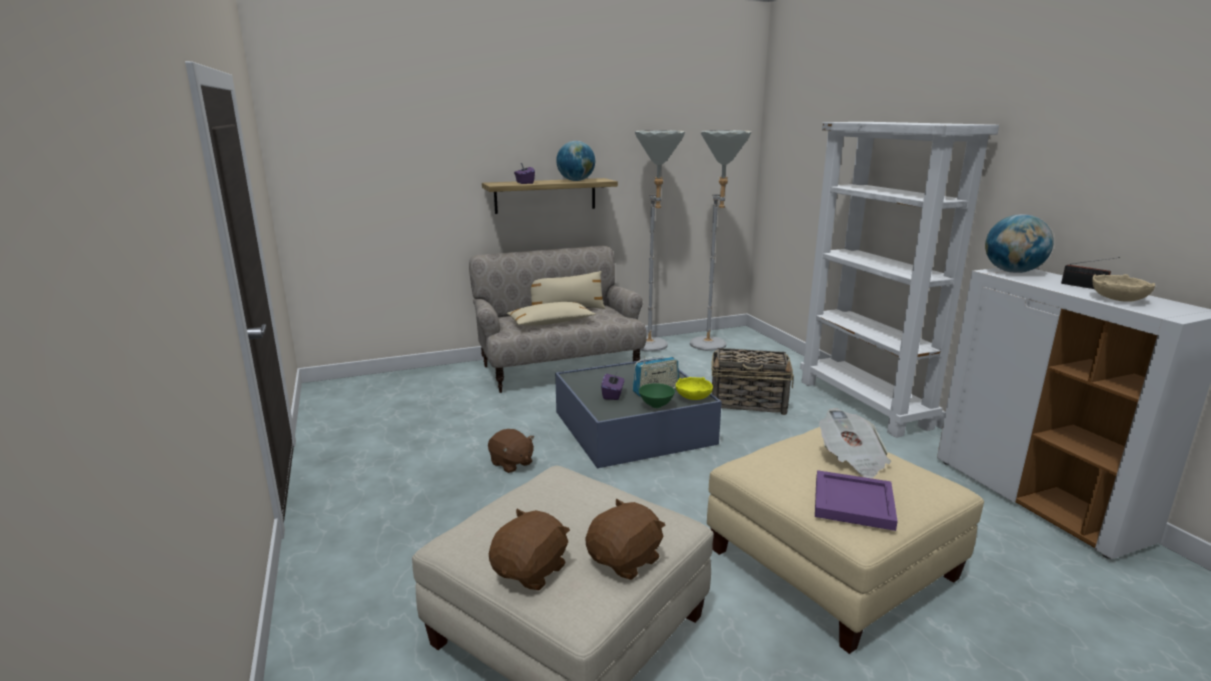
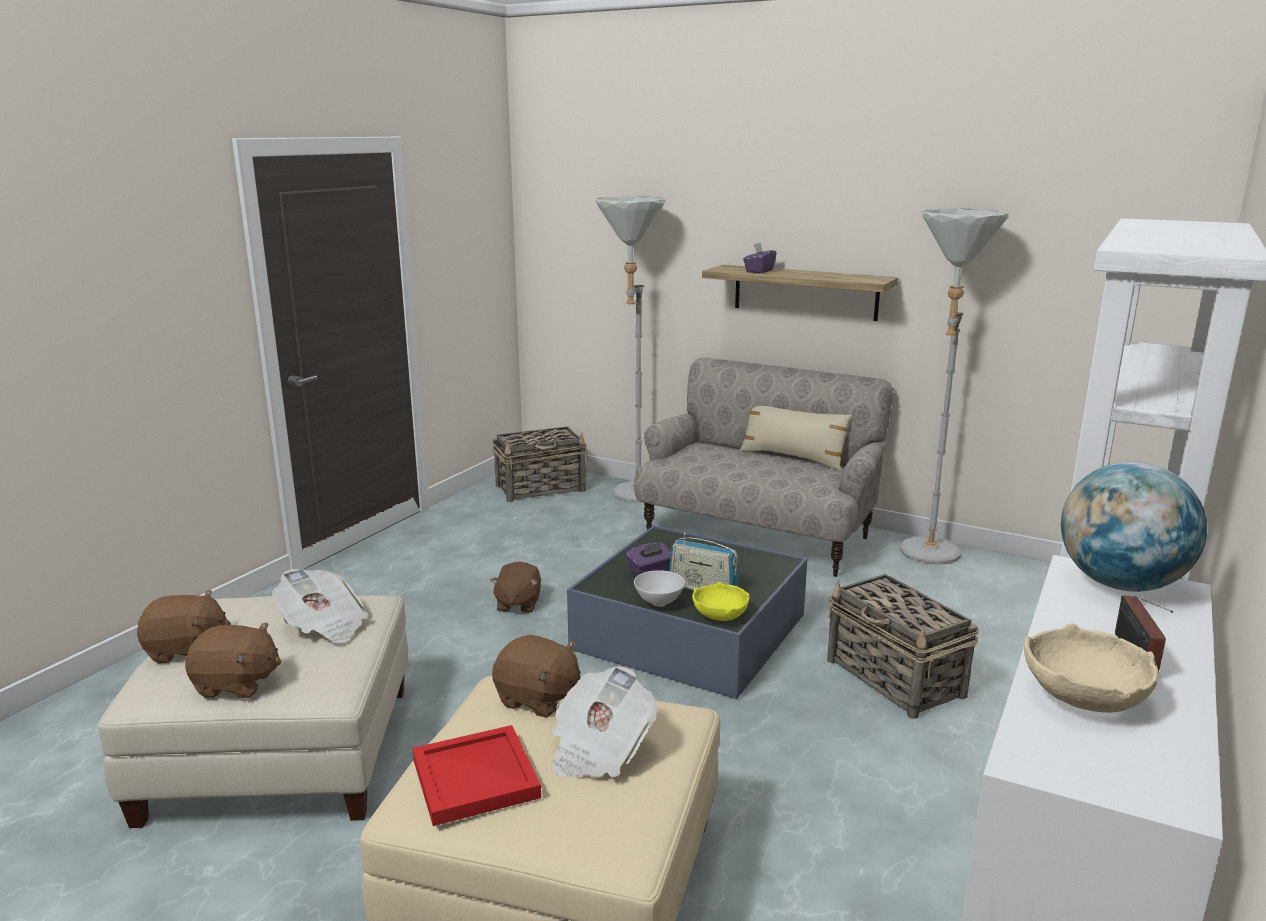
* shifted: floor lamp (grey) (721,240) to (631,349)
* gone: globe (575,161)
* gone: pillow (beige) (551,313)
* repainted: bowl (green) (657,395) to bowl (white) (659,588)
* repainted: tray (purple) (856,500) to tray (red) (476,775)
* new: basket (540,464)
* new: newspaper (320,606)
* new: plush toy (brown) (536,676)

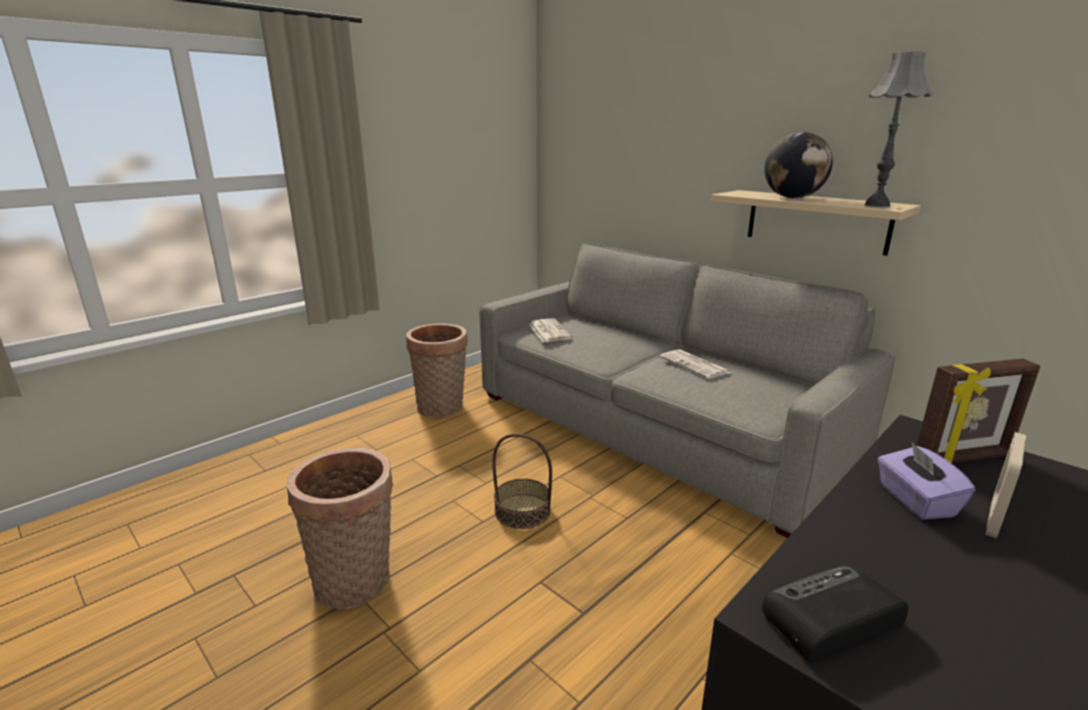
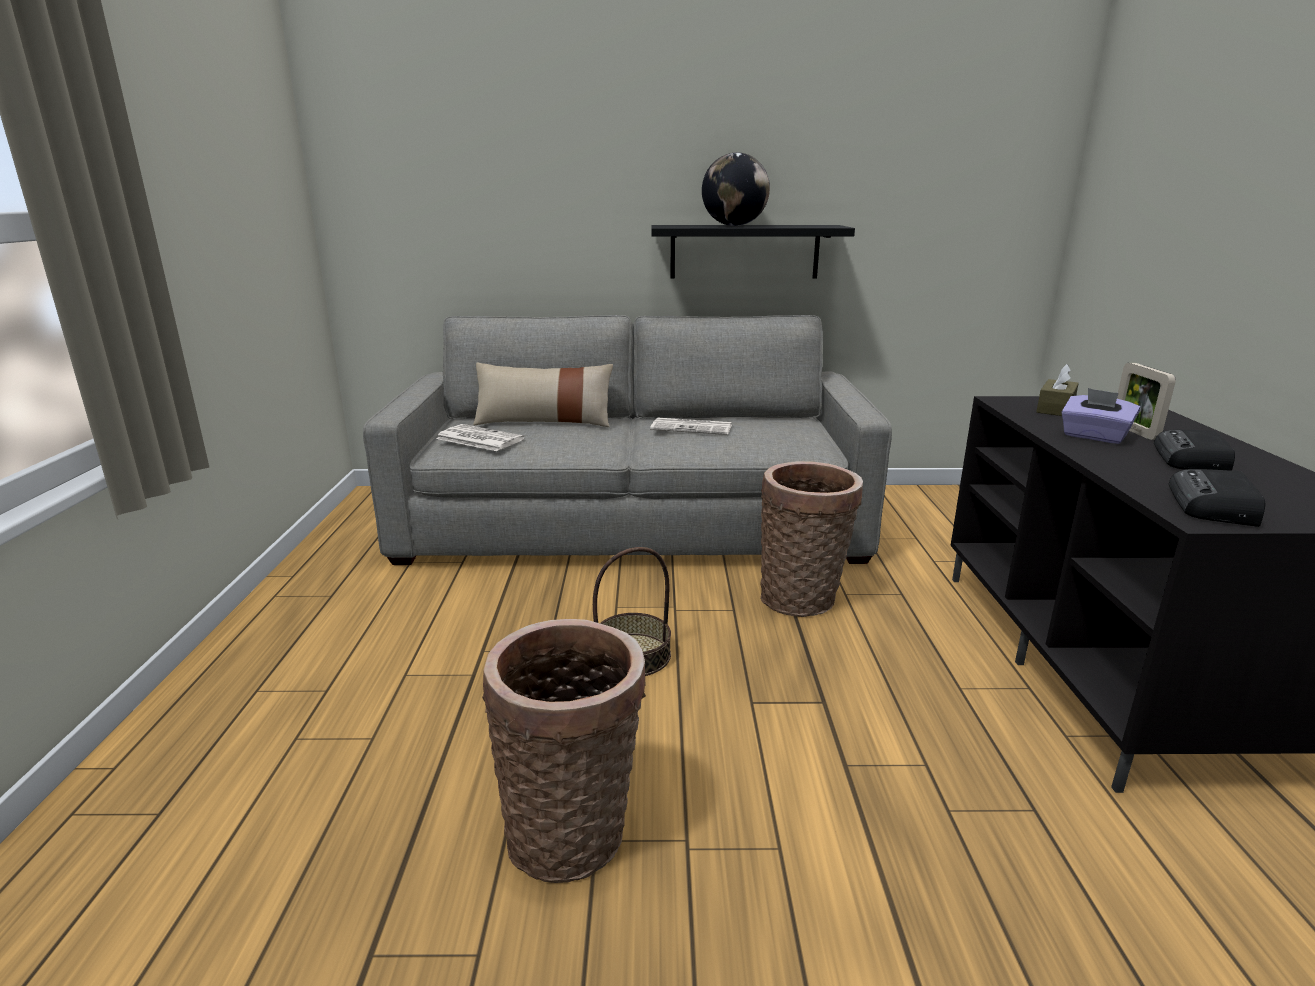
* gone: table lamp (grey) (899,129)
* repainted: shelf (beige) (816,223) to shelf (black) (753,251)
* shifted: basket (437,370) to (811,539)
* swapped: picture frame (978,411) to tissue box (brown) (1057,390)
* new: pillow (beige) (543,395)
* new: radio (1194,450)

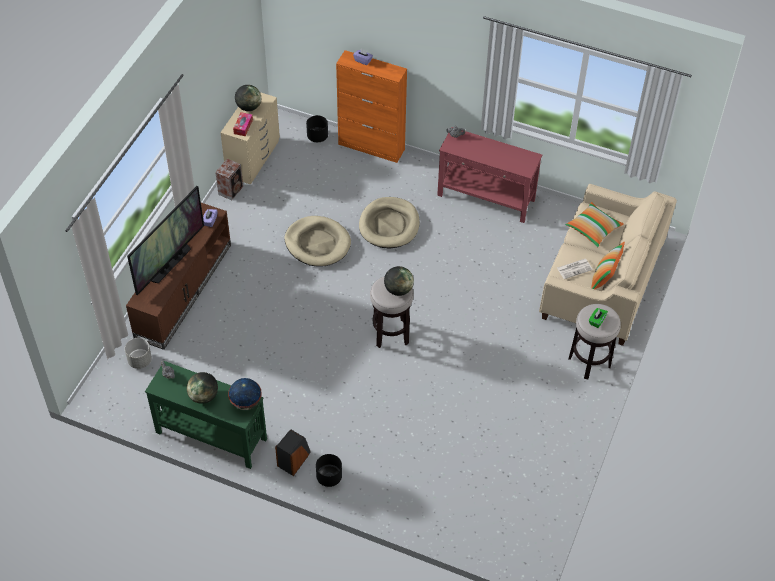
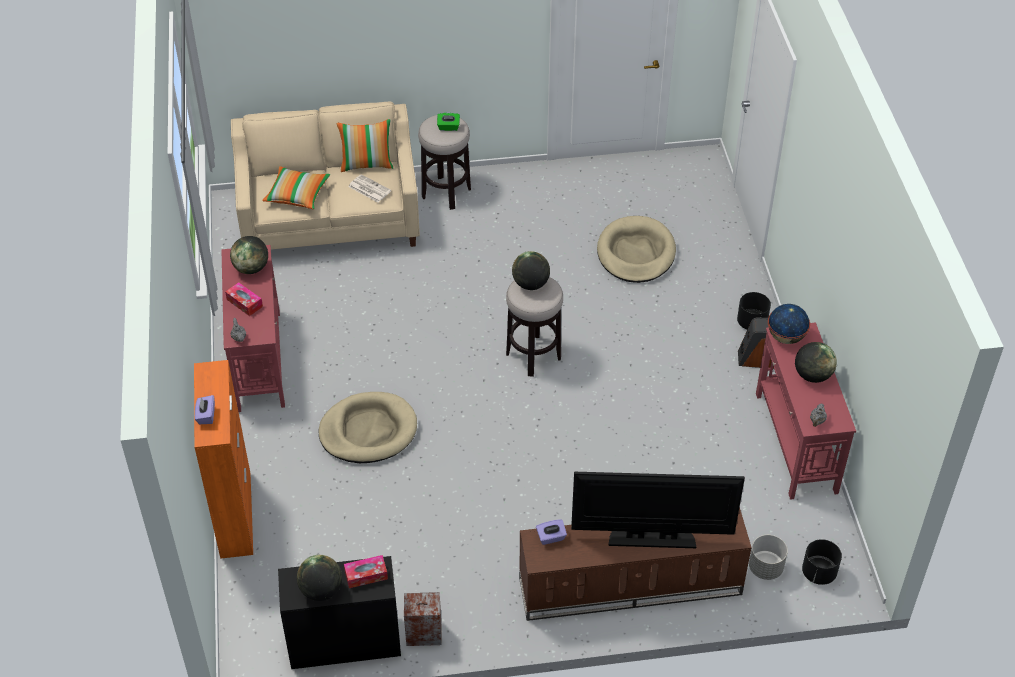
* repainted: dresser (beige) (250,138) to dresser (black) (339,612)
* shifted: planter (black) (317,129) to (822,562)
* shifted: dog bed (beige) (317,241) to (636,249)
* repainted: console table (green) (206,415) to console table (red) (806,411)
* new: globe (249,255)
* new: tissue box (244,299)

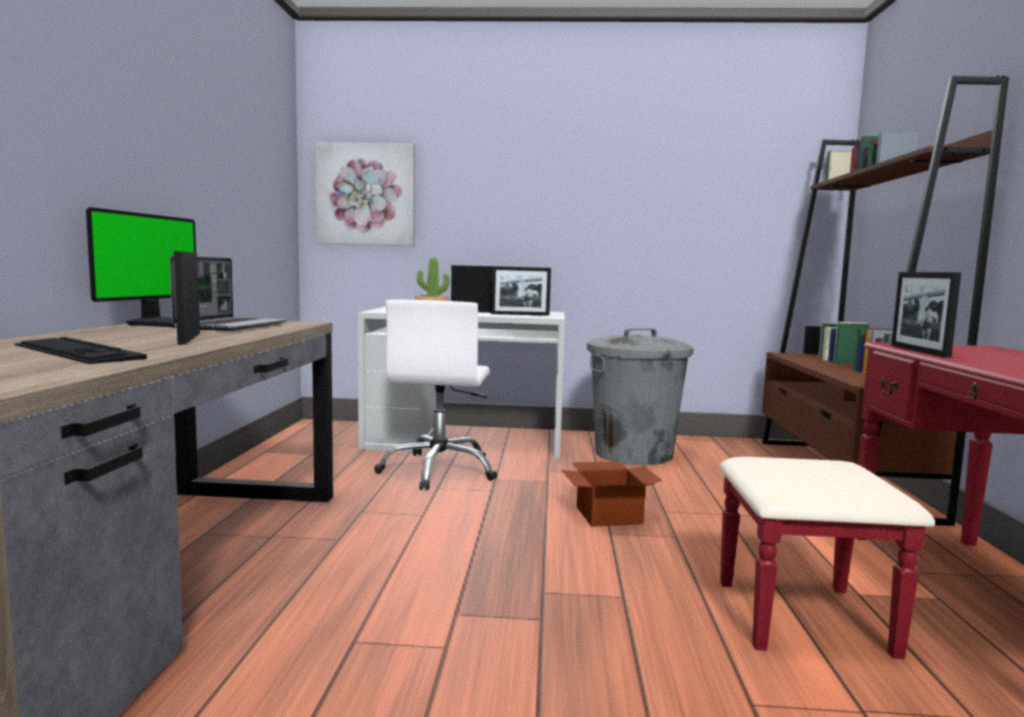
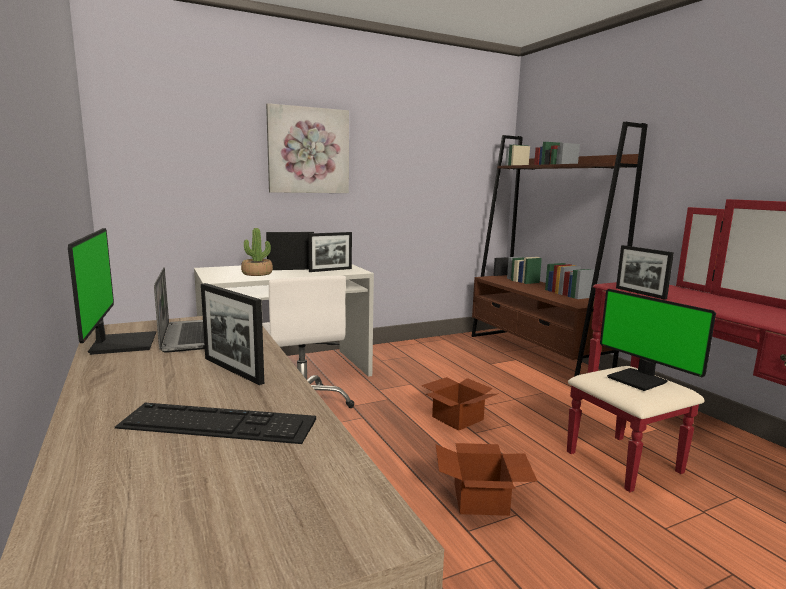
* shifted: picture (365,194) to (307,148)
* gone: trash can (grey) (640,396)
* new: monitor (658,340)
* new: cardboard box (486,479)

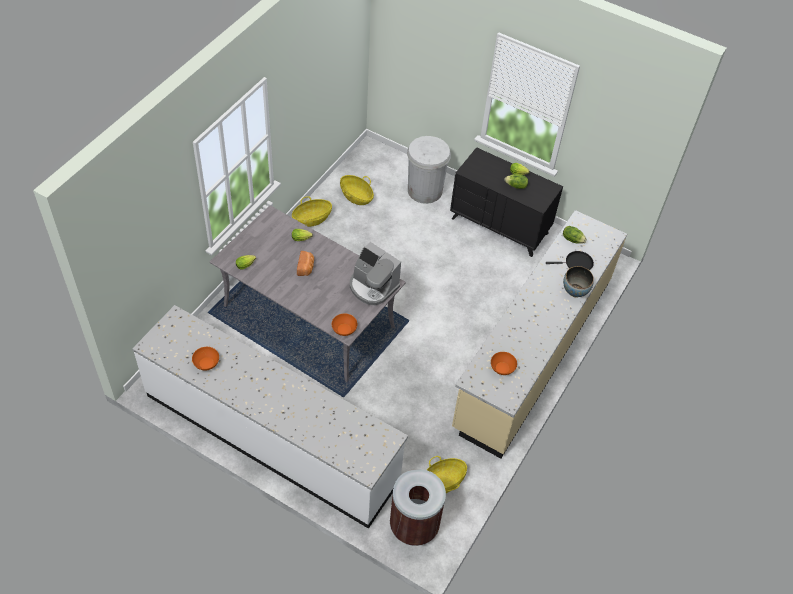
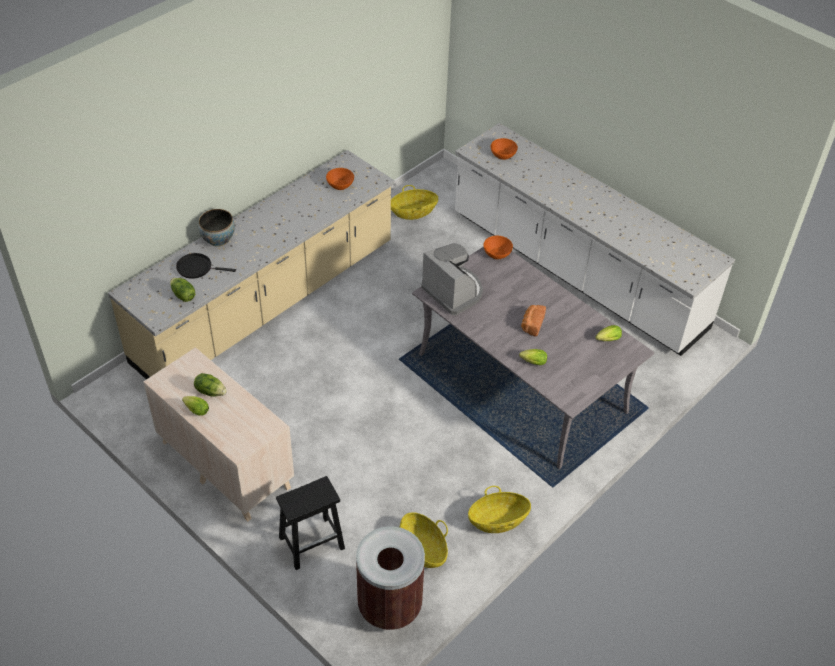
* swapped: trash can (white) (429,170) to stool (black) (310,523)
* repainted: dresser (black) (506,202) to dresser (beige) (218,434)
* shifted: bowl (orange) (205,358) to (504,149)
* shifted: trash can (brown) (418,507) to (390,578)

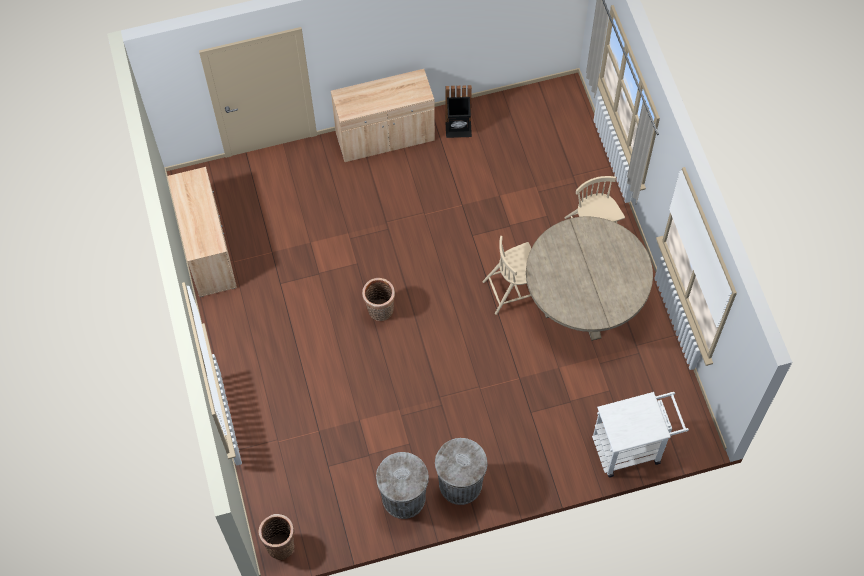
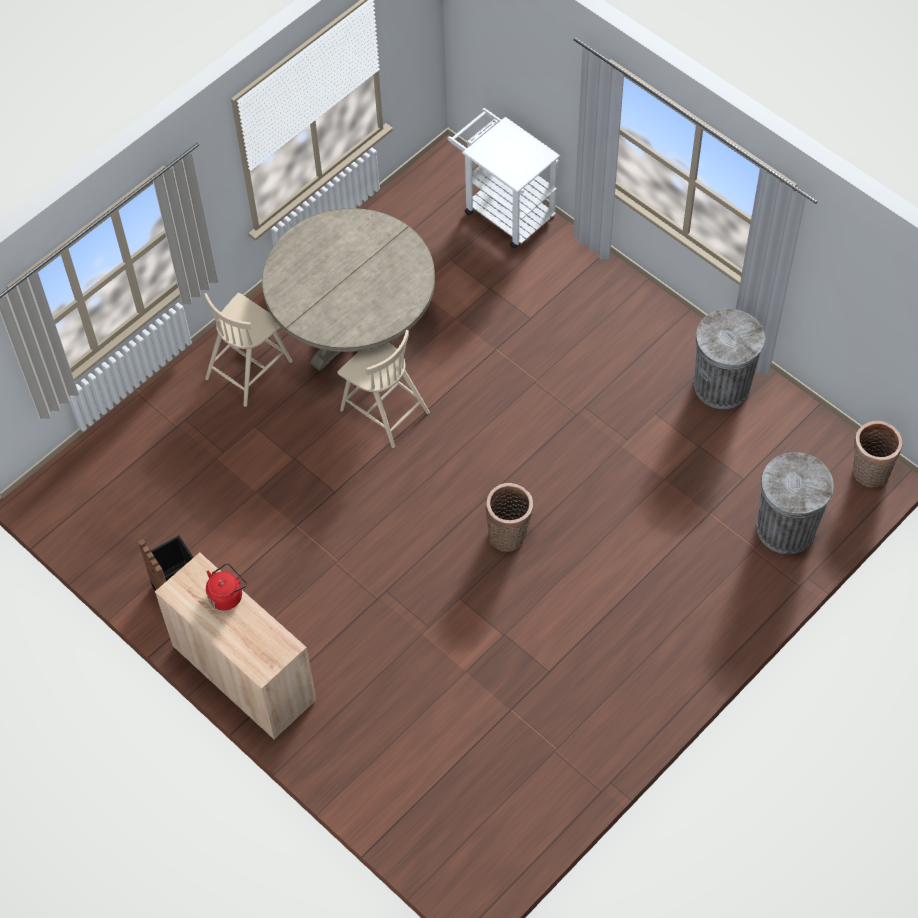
* gone: cabinet (beige) (202,232)
* shifted: trash can (grey) (461,471) to (795,503)
* new: kettle (red) (226,586)

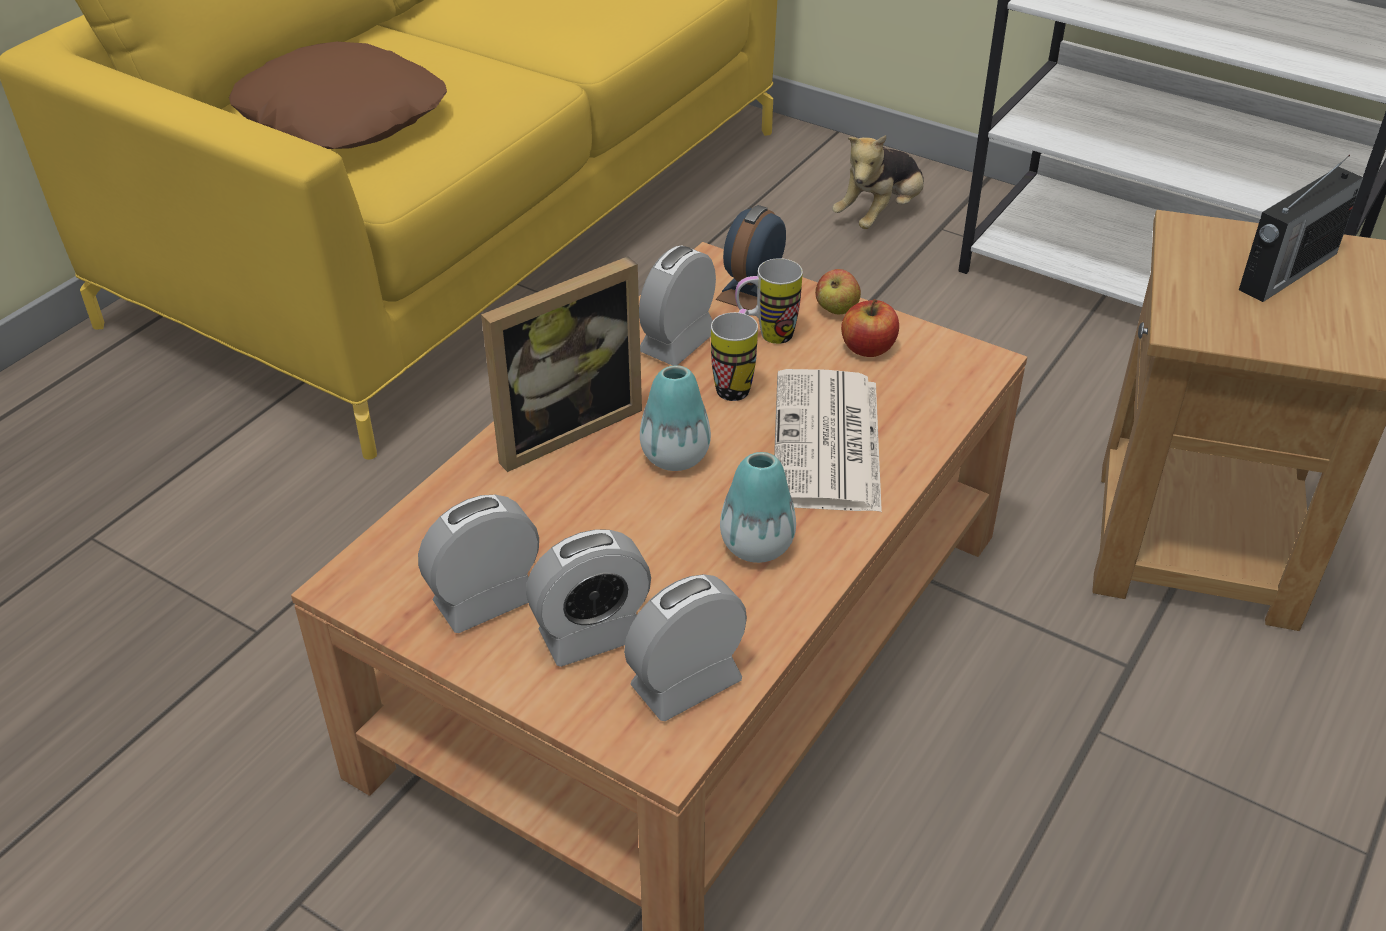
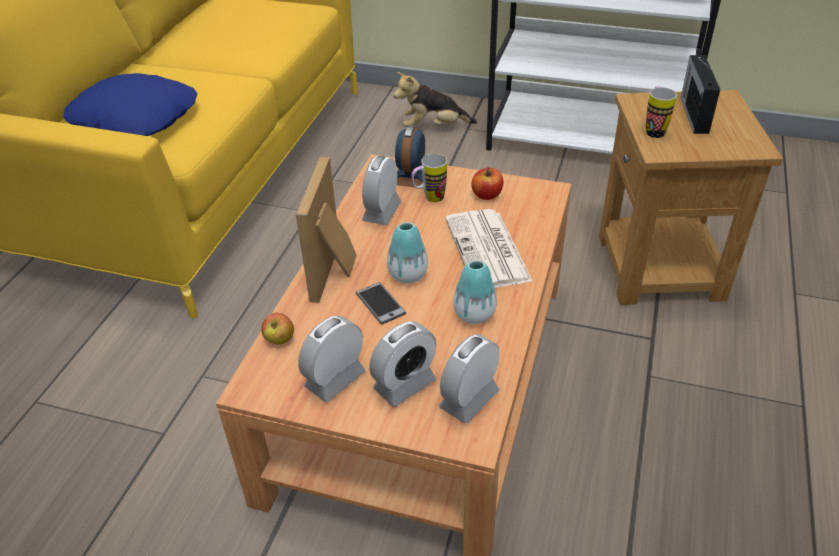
* repainted: pillow (brown) (338,95) to pillow (blue) (130,104)
* rotated: plush toy (878,182) = (435,99) 60 degrees clockwise
* rotated: radio (1301,228) = (700,94) 150 degrees clockwise
* rotated: picture frame (561,364) = (326,230) 150 degrees clockwise
* shifted: apple (838,292) to (277,328)
* shifted: mug (734,355) to (661,112)
* new: phone (381,303)

